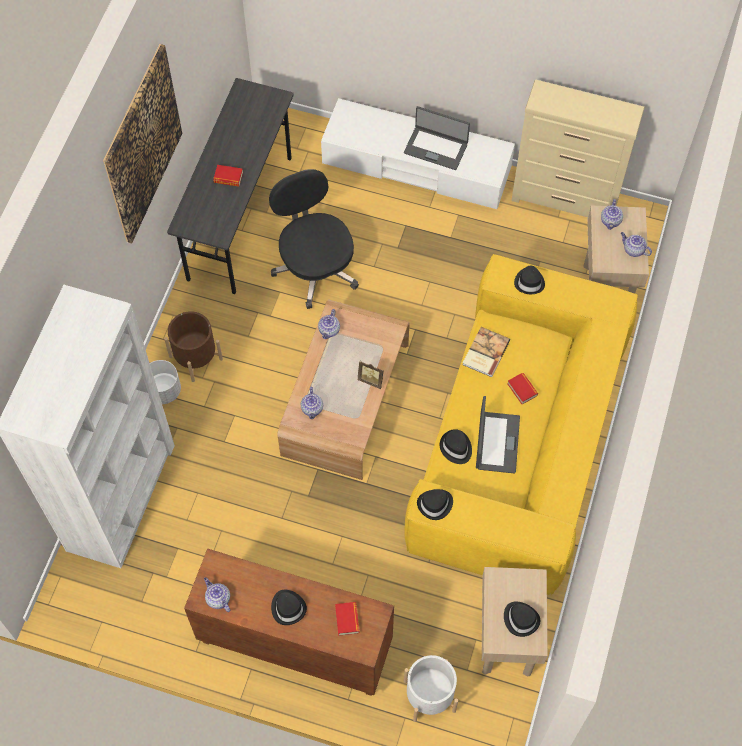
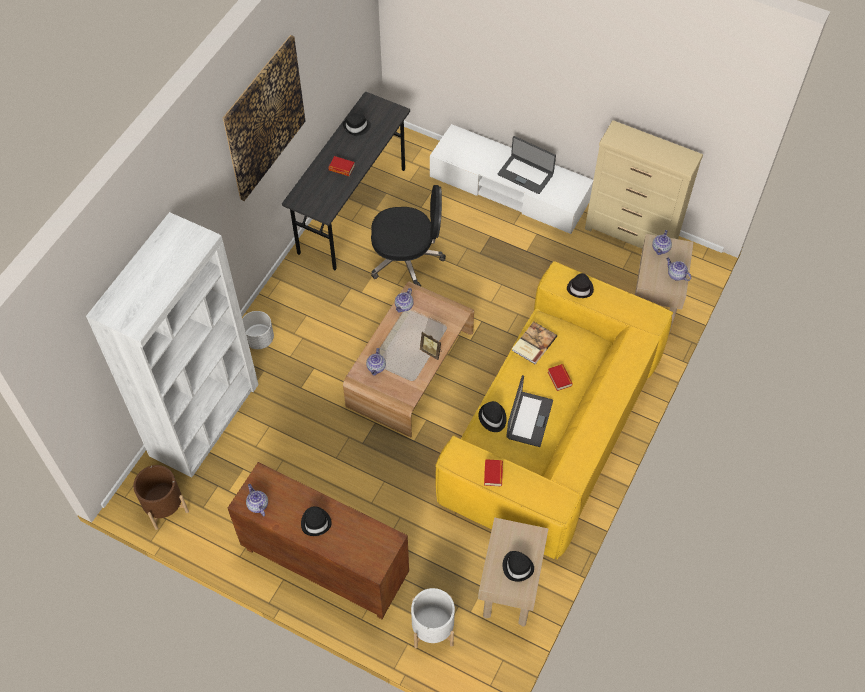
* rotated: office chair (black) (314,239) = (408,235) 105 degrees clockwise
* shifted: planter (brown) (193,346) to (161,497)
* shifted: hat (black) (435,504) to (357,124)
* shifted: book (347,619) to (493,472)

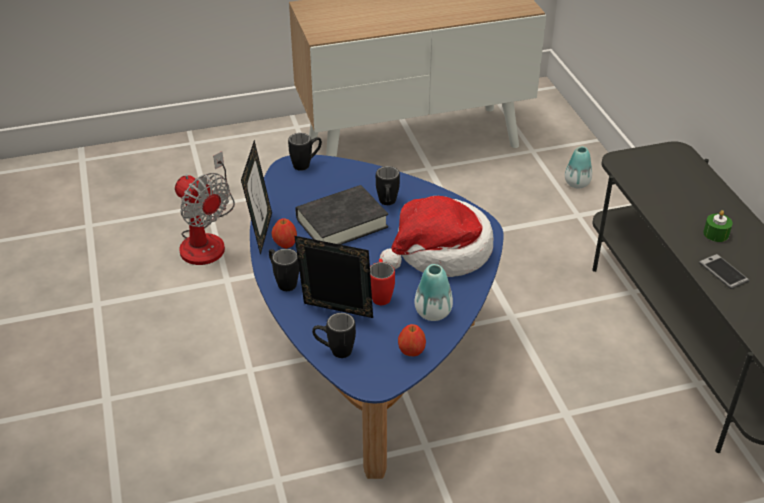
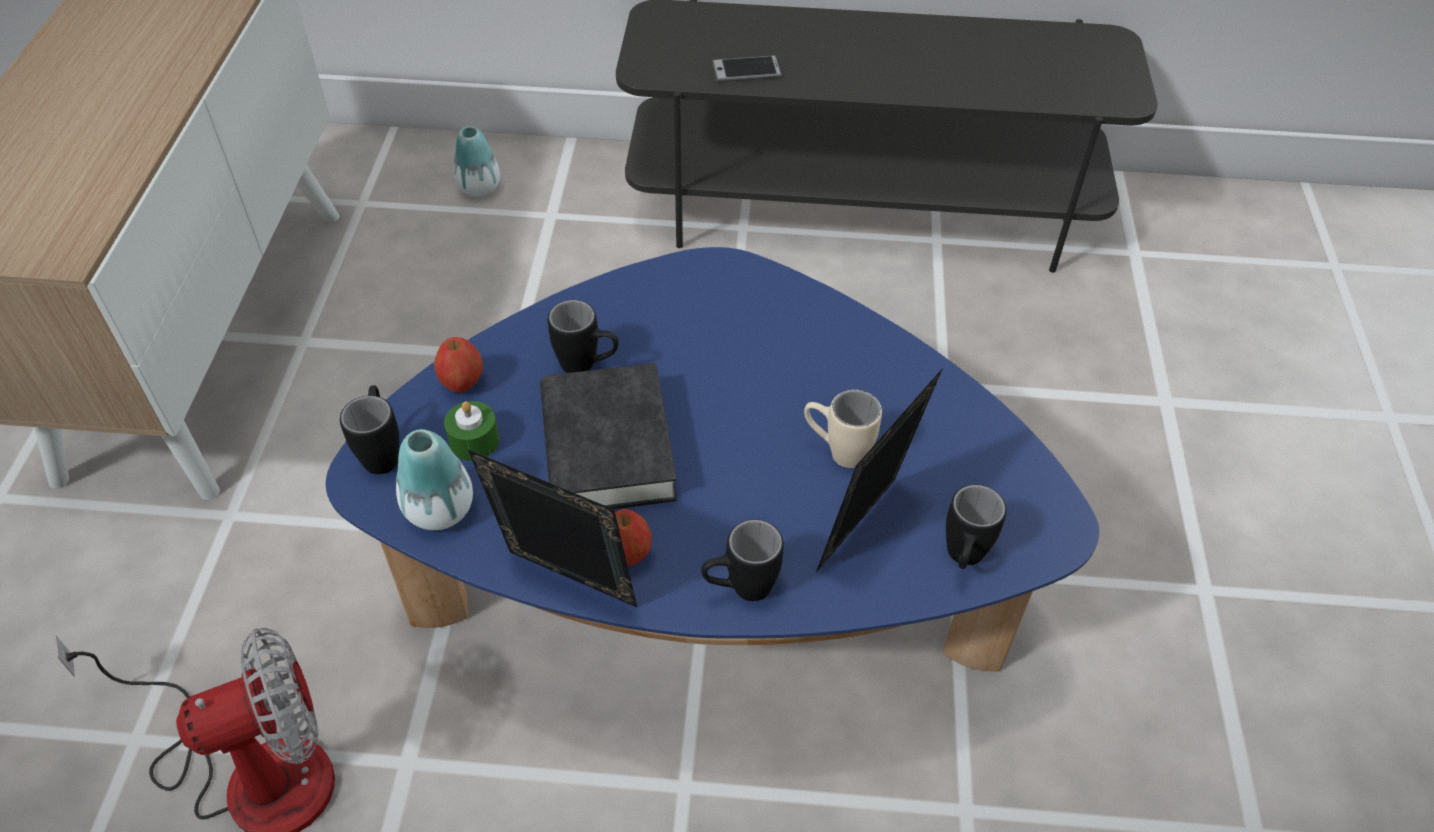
* gone: hat (437,236)
* shifted: candle (green) (718,226) to (471,431)
* shifted: phone (724,271) to (747,68)
* repainted: mug (red) (382,282) to mug (beige) (843,429)
* shifted: vase (434,292) to (434,479)
* shifted: apple (412,340) to (458,365)

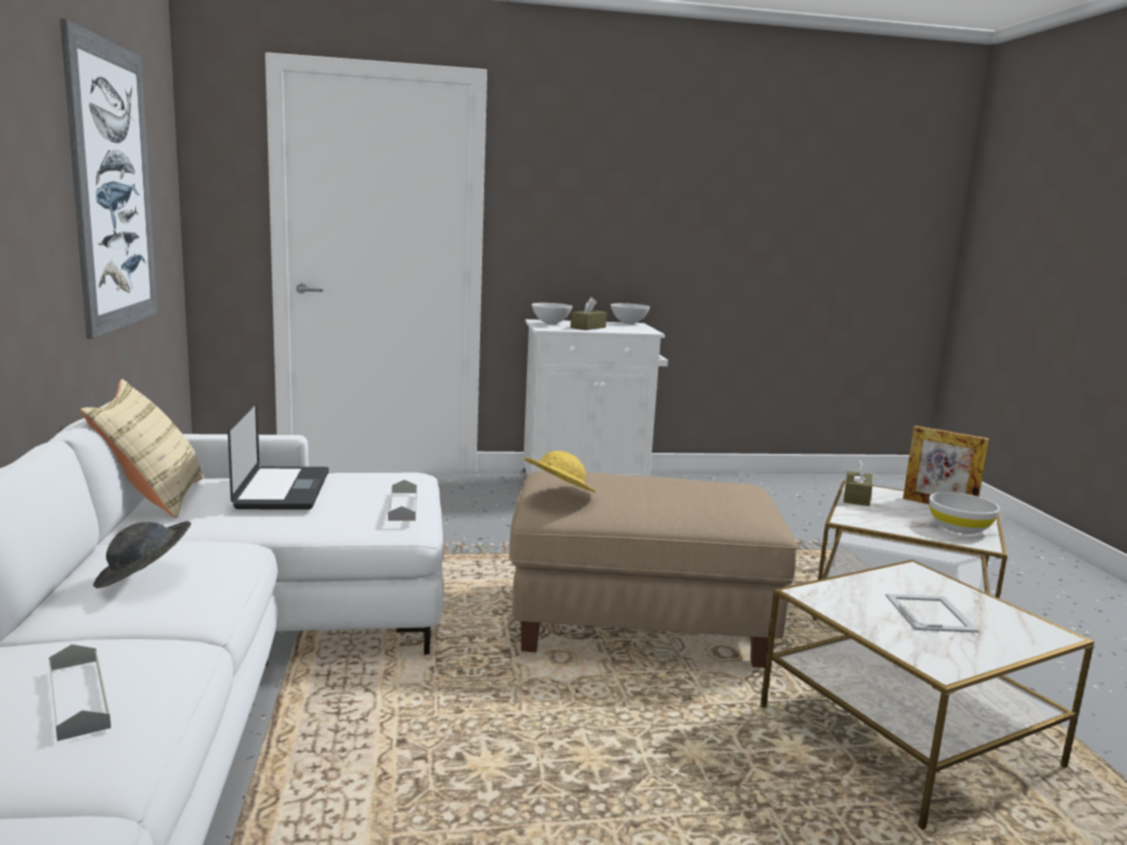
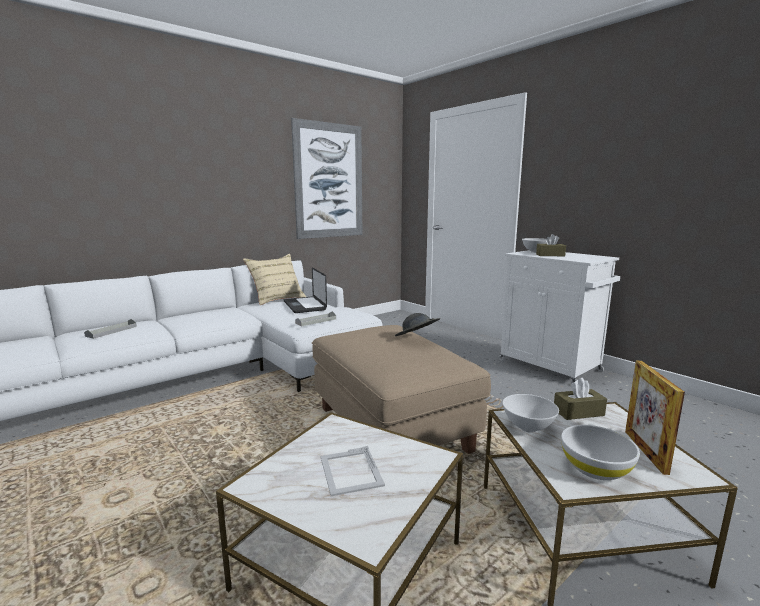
* shifted: bowl (white) (630,314) to (530,413)
* rotated: laptop (278,455) = (305,290) 105 degrees clockwise
* gone: hat (yellow) (560,472)
* shifted: hat (grey) (142,554) to (417,324)
* rotated: picture frame (932,613) = (353,471) 105 degrees clockwise

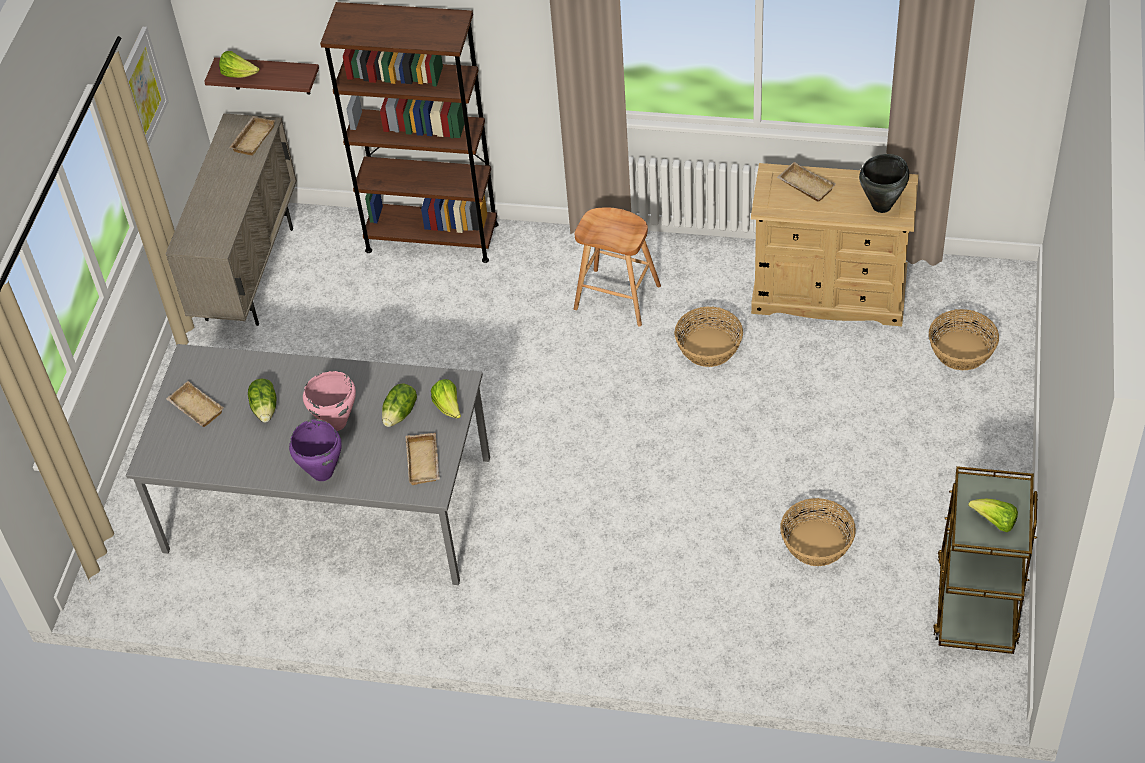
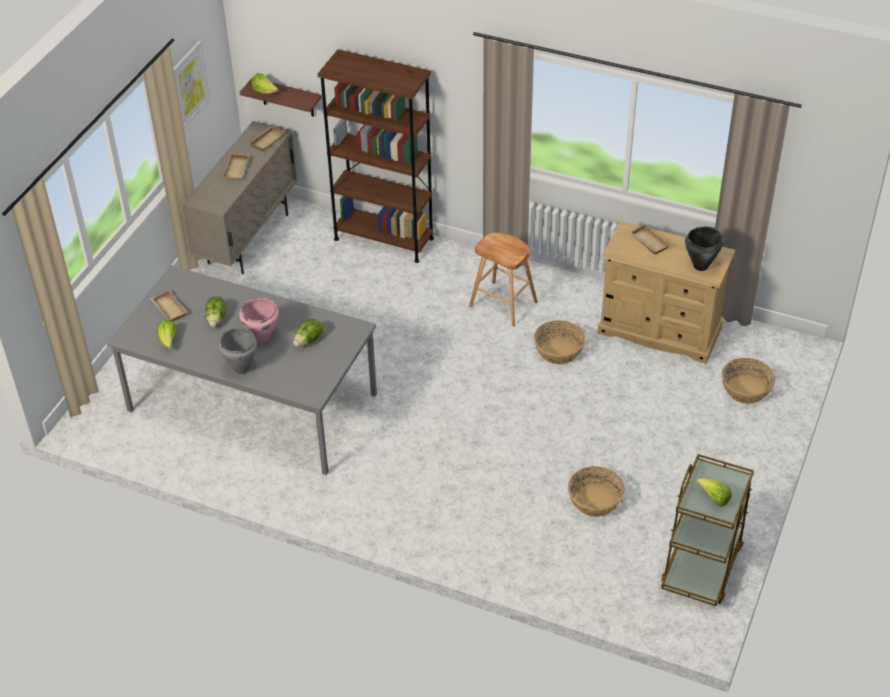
* shifted: lettuce (446,399) to (167,334)
* repainted: cooking pot (purple) (315,450) to cooking pot (grey) (238,350)
* shifted: tray (beige) (422,459) to (235,166)

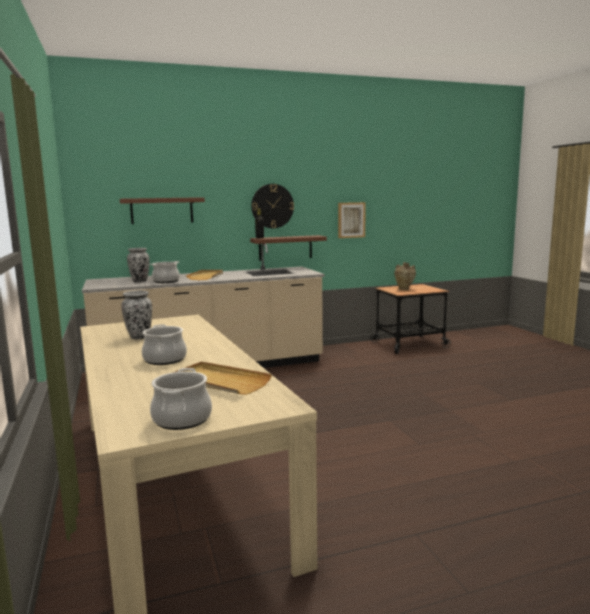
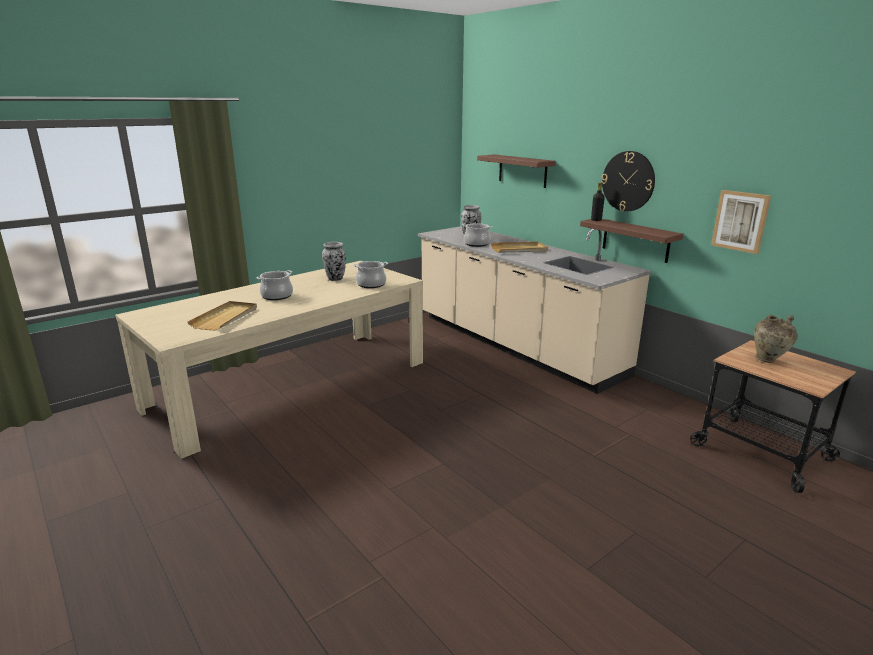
* shifted: cooking pot (181,399) to (370,274)

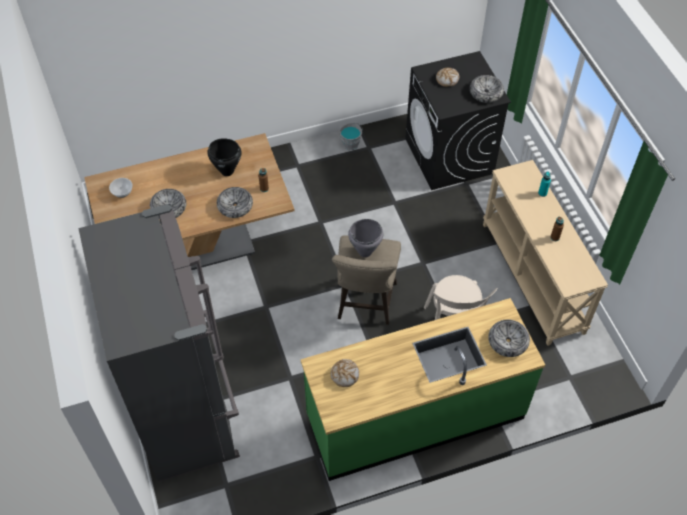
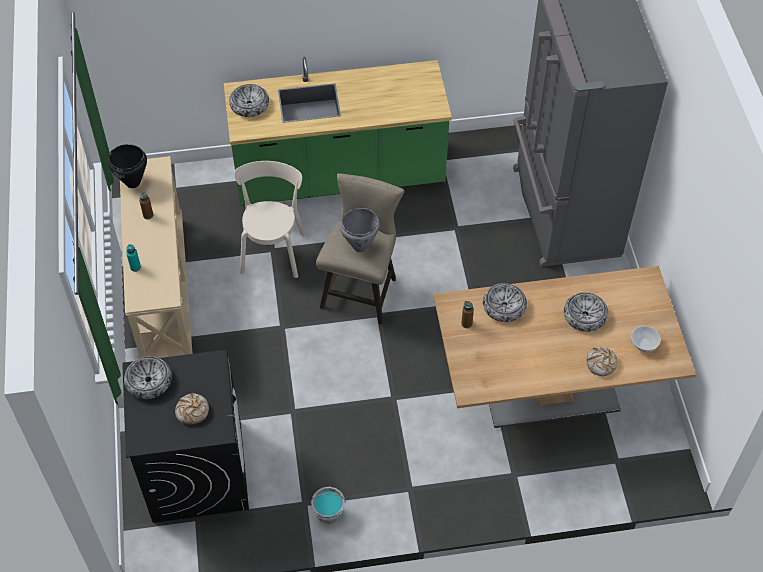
* shifted: cooking pot (black) (225,157) to (127,166)
* shifted: bread (344,373) to (602,361)

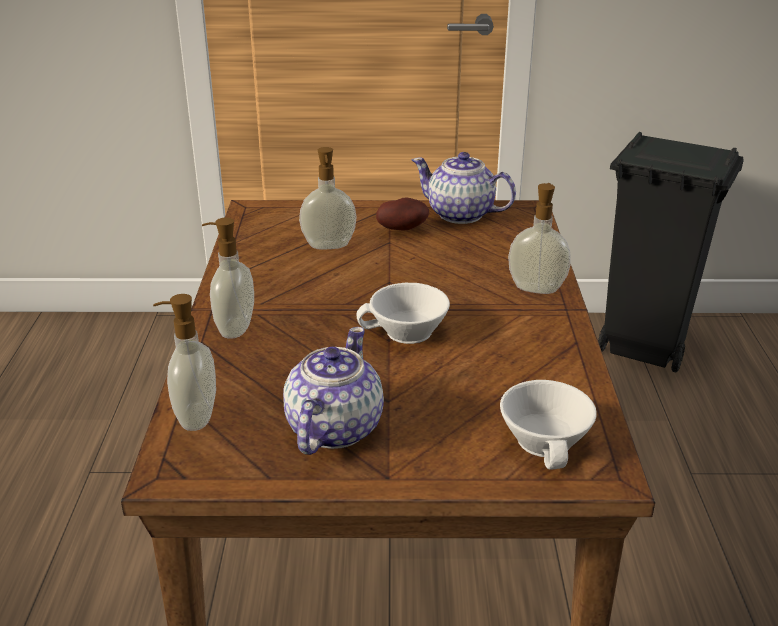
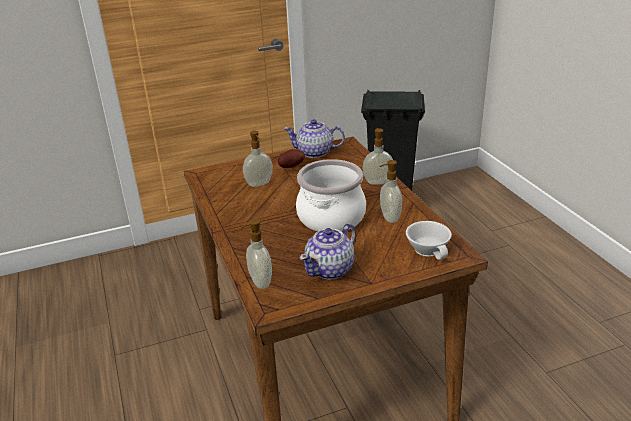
* shifted: soap dispenser (228,278) to (391,191)
* swapped: cup (white) (403,313) to cooking pot (331,195)
* rotated: teapot (333,391) = (327,251) 135 degrees counterclockwise

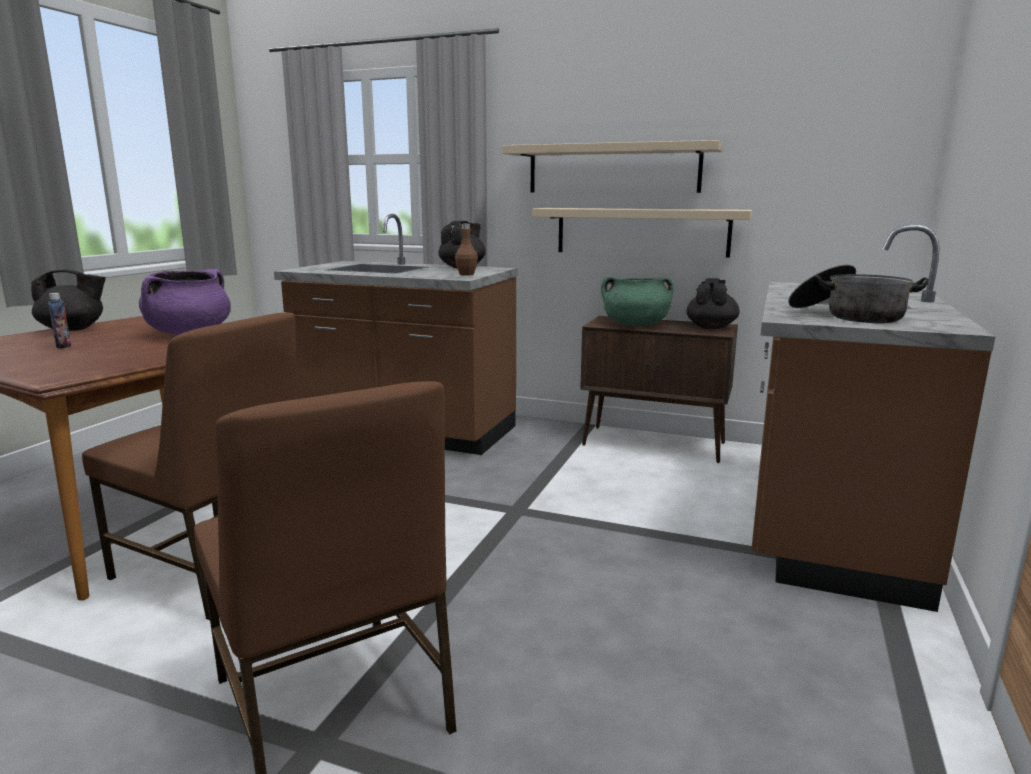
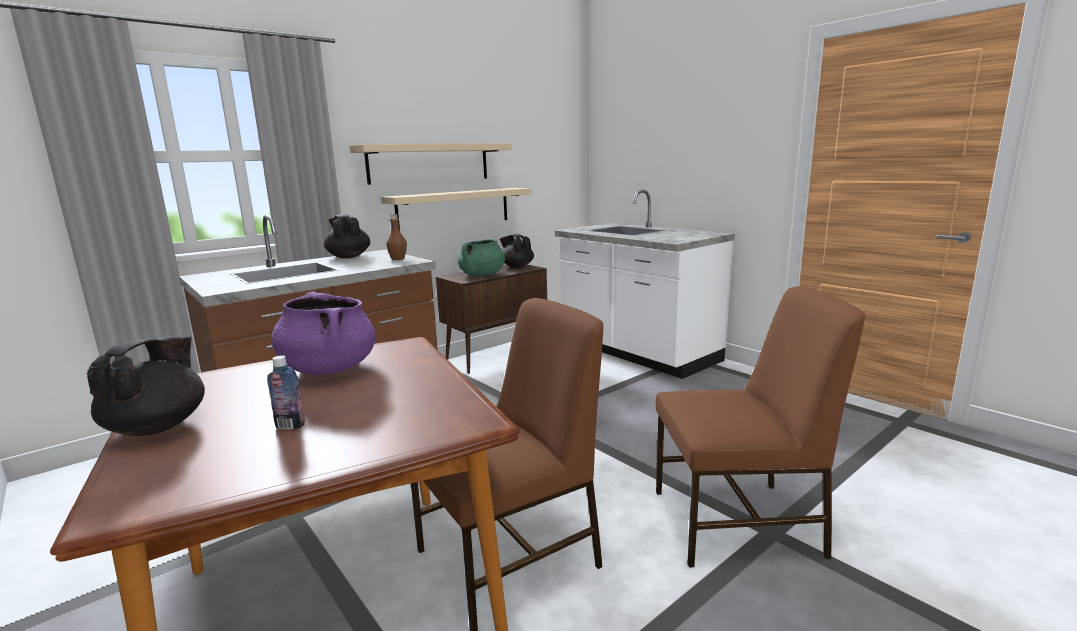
* repainted: counter (brown) (873,418) to counter (white) (645,284)
* gone: cooking pot (858,294)

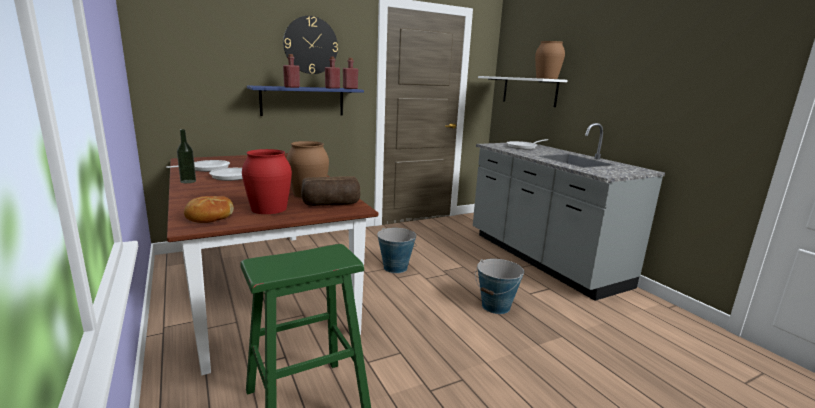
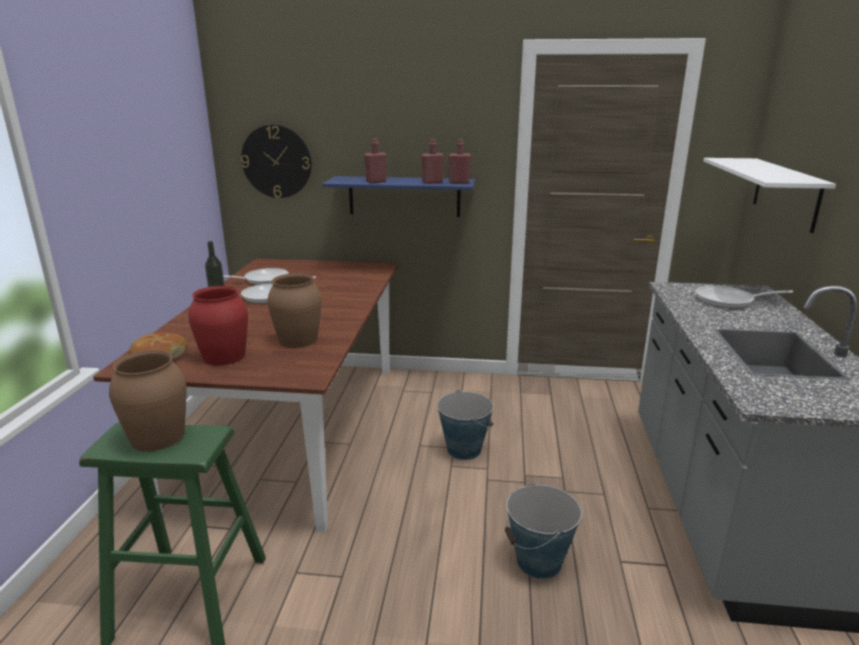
* shifted: wall clock (310,45) to (276,161)
* shifted: vase (brown) (550,60) to (147,400)
* gone: bread (330,191)

